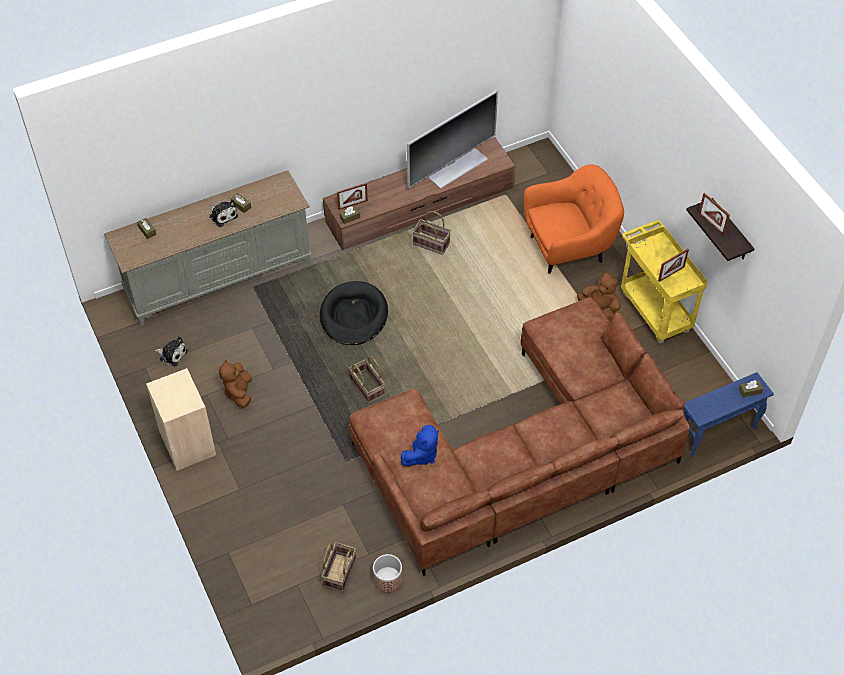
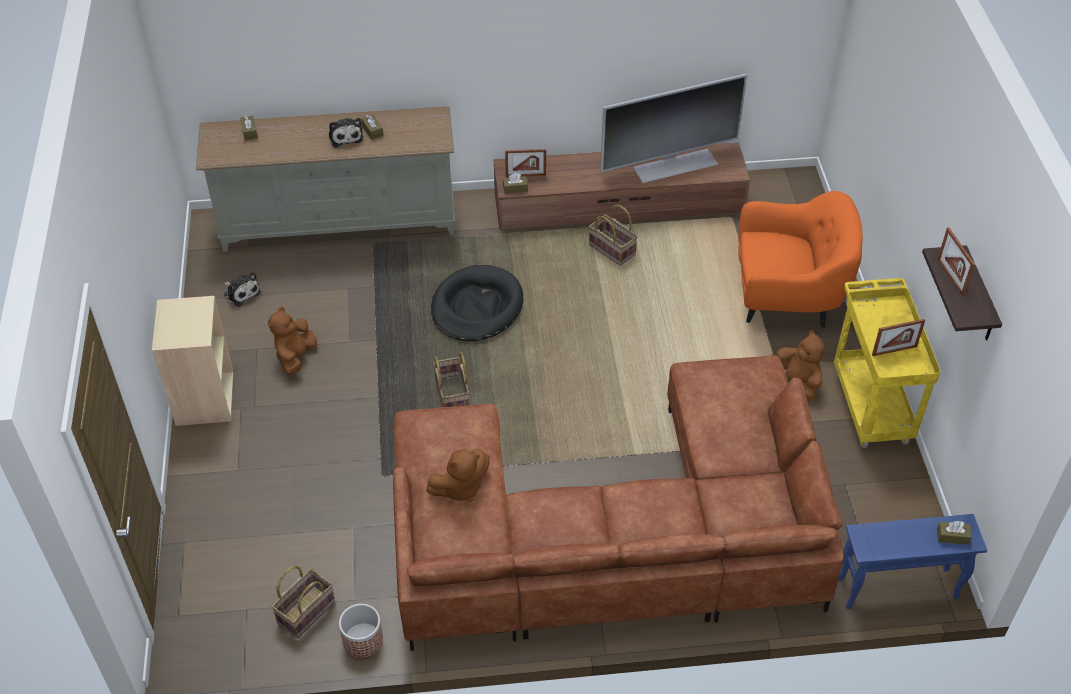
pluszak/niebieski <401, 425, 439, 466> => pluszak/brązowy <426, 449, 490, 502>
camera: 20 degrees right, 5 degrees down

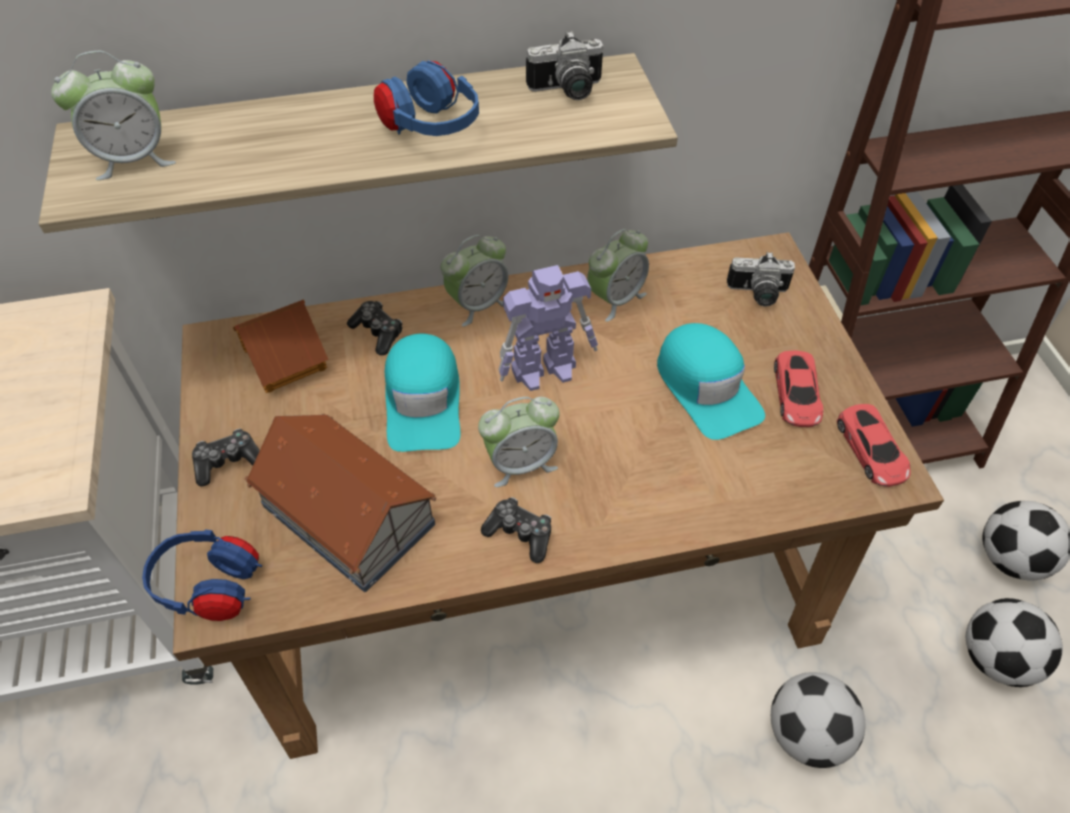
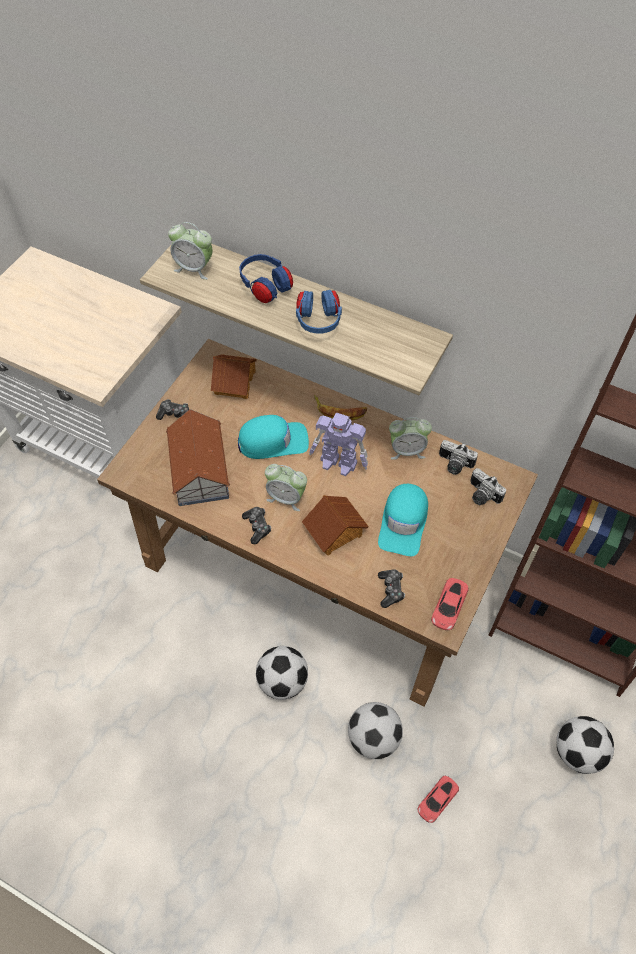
aparat fotograficzny <526, 31, 603, 100> => aparat fotograficzny <439, 440, 478, 475>, relocated
budzik <441, 235, 508, 327> => banan <314, 395, 367, 420>
pad do gier <347, 301, 402, 355> => pad do gier <378, 569, 405, 608>, relocated
czapka z daszkiem/turkusowy <385, 333, 461, 452> => czapka z daszkiem/turkusowy <238, 415, 309, 459>, 135 degrees counterclockwise
samochodzik/czerwony <774, 350, 823, 427> => samochodzik/czerwony <417, 775, 459, 823>, relocated
słuchawki/niebieski <142, 529, 262, 621> => słuchawki/niebieski <239, 254, 293, 303>, relocated
piłka futbolowa <966, 598, 1063, 687> => piłka futbolowa <256, 646, 308, 700>, relocated
nothing => domek <302, 495, 369, 555>
camera: 40 degrees right, 5 degrees up

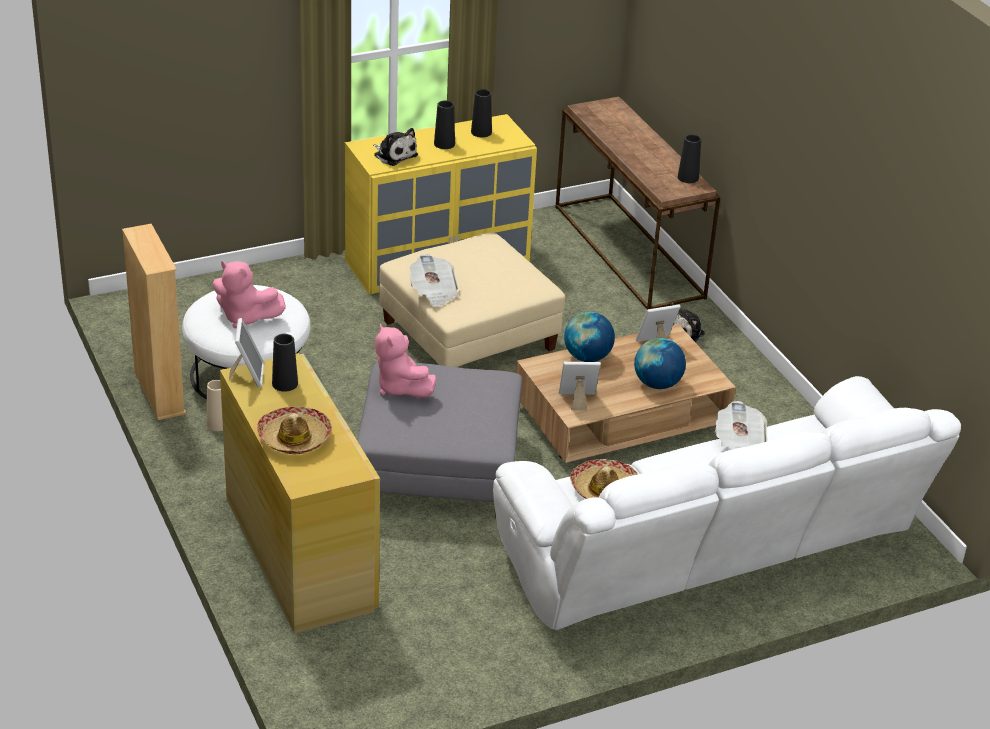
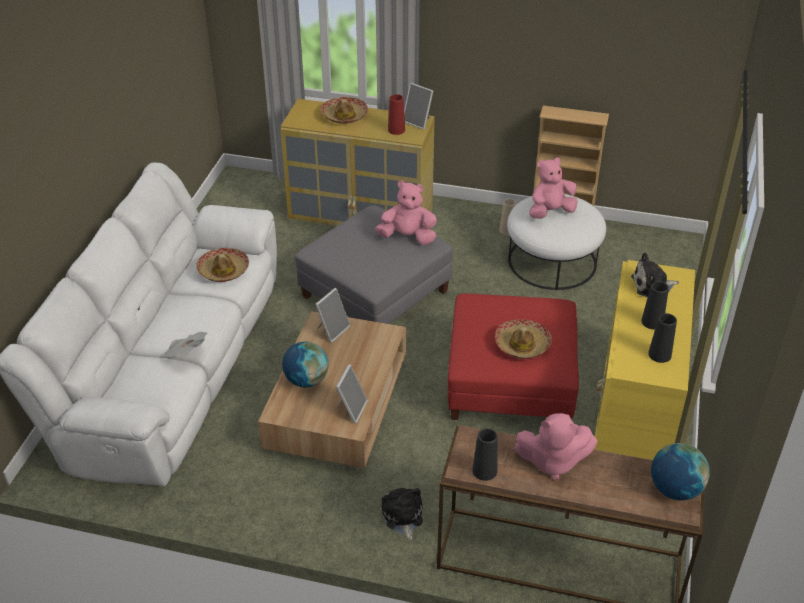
pufa/beżowy <379, 233, 566, 367> => pufa/czerwony <448, 293, 579, 420>
gazeta <410, 254, 459, 307> => nothing
globus <564, 312, 615, 362> => globus <651, 443, 710, 500>, relocated
wazon/czarny <272, 334, 298, 392> => wazon/czerwony <388, 94, 405, 135>
nothing => kapelusz <495, 319, 552, 359>
nothing => pluszak/różowy <514, 413, 597, 480>
camera: 130 degrees right, 5 degrees up

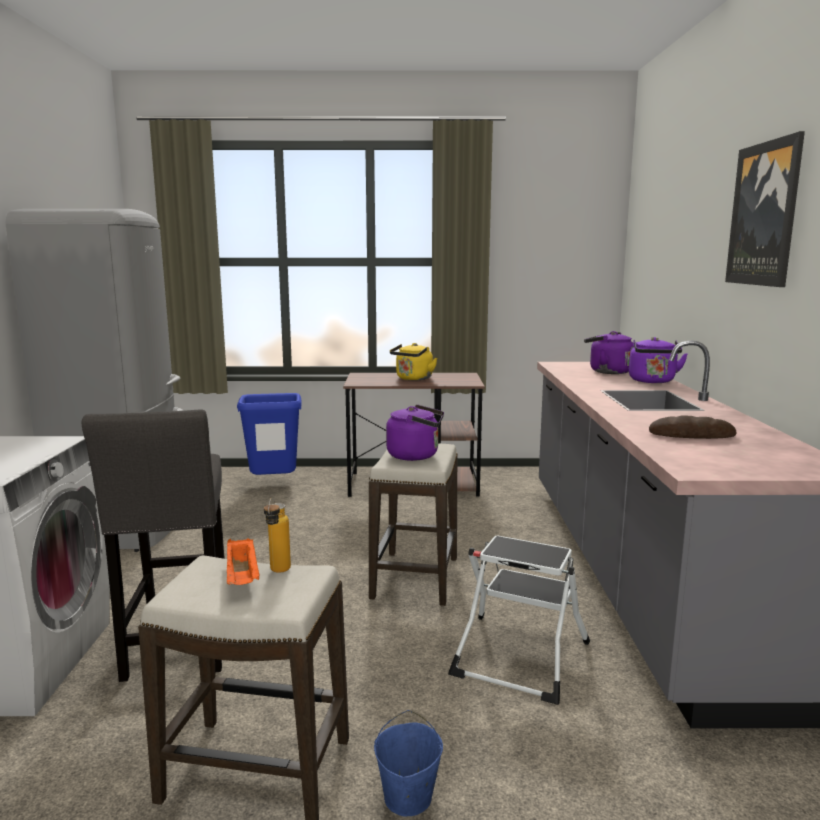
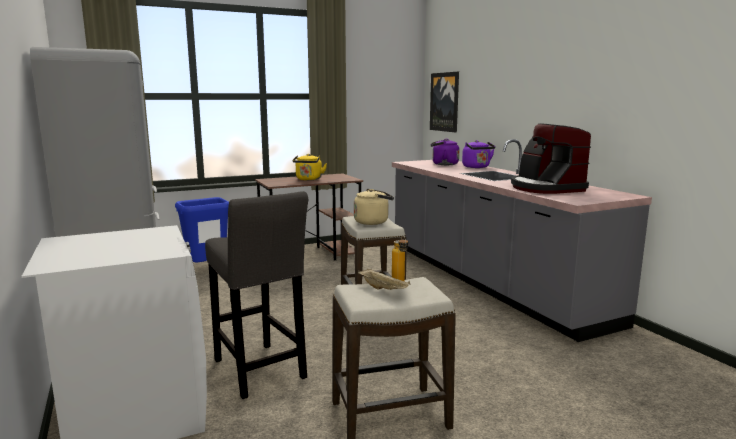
obraz <725, 131, 805, 287> => obraz <430, 72, 459, 133>, relocated
czajnik/fioletowy <386, 405, 444, 461> => czajnik/beżowy <354, 189, 394, 225>
chleb <649, 416, 737, 439> => ekspres do kawy <511, 123, 591, 194>
drabinka <448, 536, 590, 705> => nothing
taca/pomarańczowy <227, 538, 260, 585> => taca/beżowy <358, 269, 411, 290>
wiadro/niebieski <374, 710, 443, 817> => nothing
camera: 25 degrees left, 0 degrees up

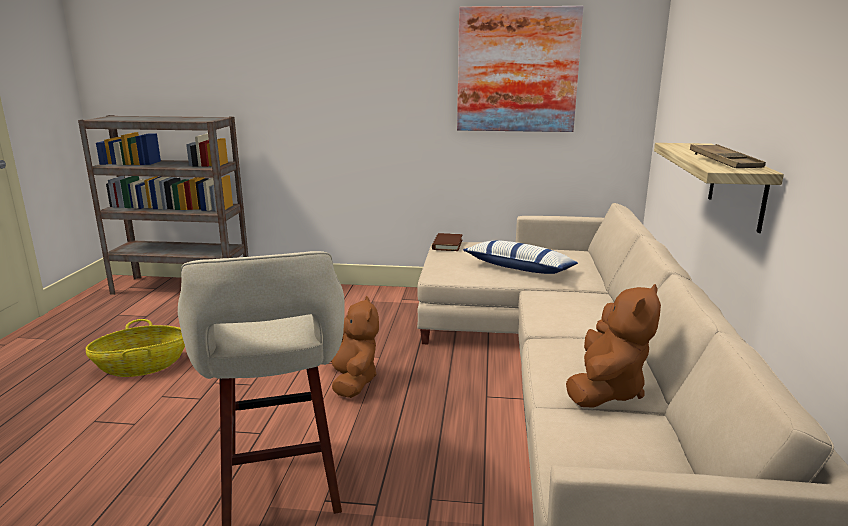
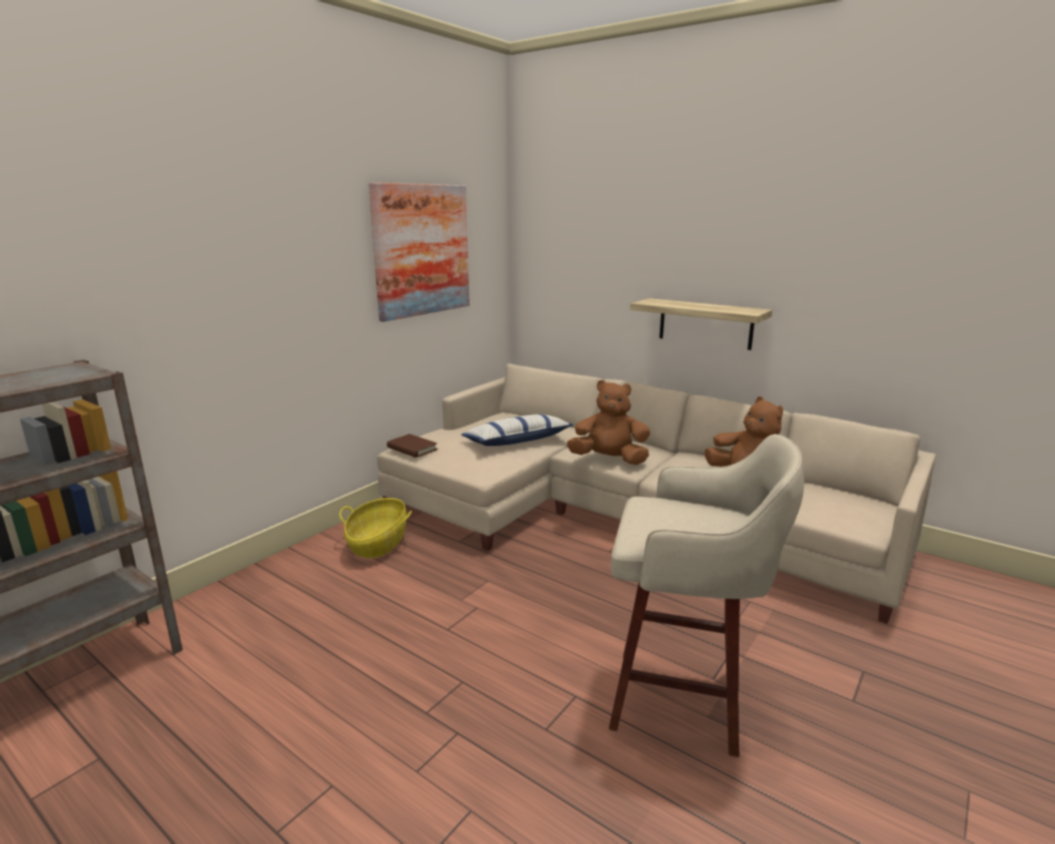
taca/brązowy <690, 144, 766, 168> => nothing
pluszak/brązowy <330, 296, 379, 398> => pluszak/brązowy <567, 380, 650, 465>, relocated
koszyk <85, 319, 185, 377> => koszyk <339, 498, 412, 558>, relocated
camera: 60 degrees left, 0 degrees up

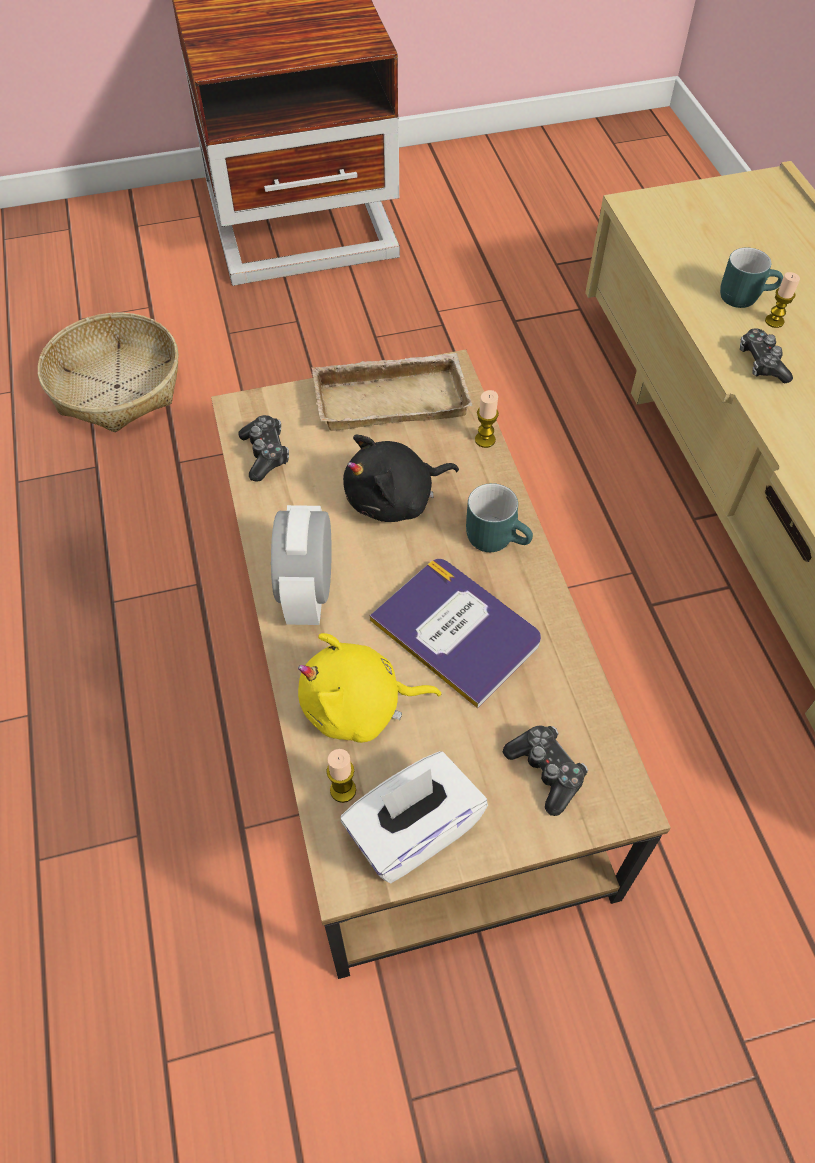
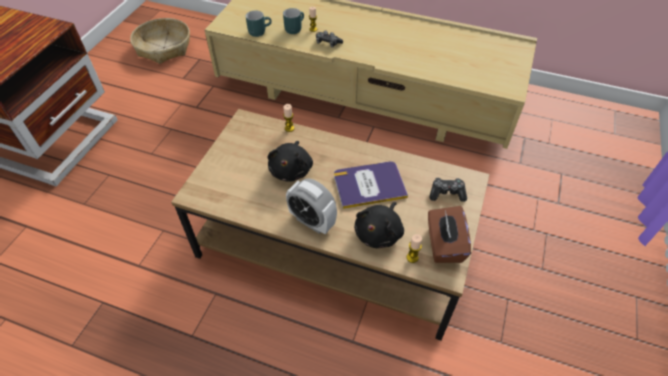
koszyk <38, 312, 179, 432> => koszyk <130, 18, 190, 64>, relocated
taca/beżowy <311, 353, 473, 431> => nothing
pad do gier <238, 415, 289, 481> => nothing
kubek/turkusowy <466, 483, 533, 552> => kubek/turkusowy <246, 11, 272, 37>, relocated
pluszak/żółty <298, 633, 441, 743> => pluszak/czarny <354, 202, 404, 248>
pudełko chusteczek/biały <341, 751, 488, 883> => pudełko chusteczek/brązowy <428, 206, 471, 263>
camera: 55 degrees left, 5 degrees down

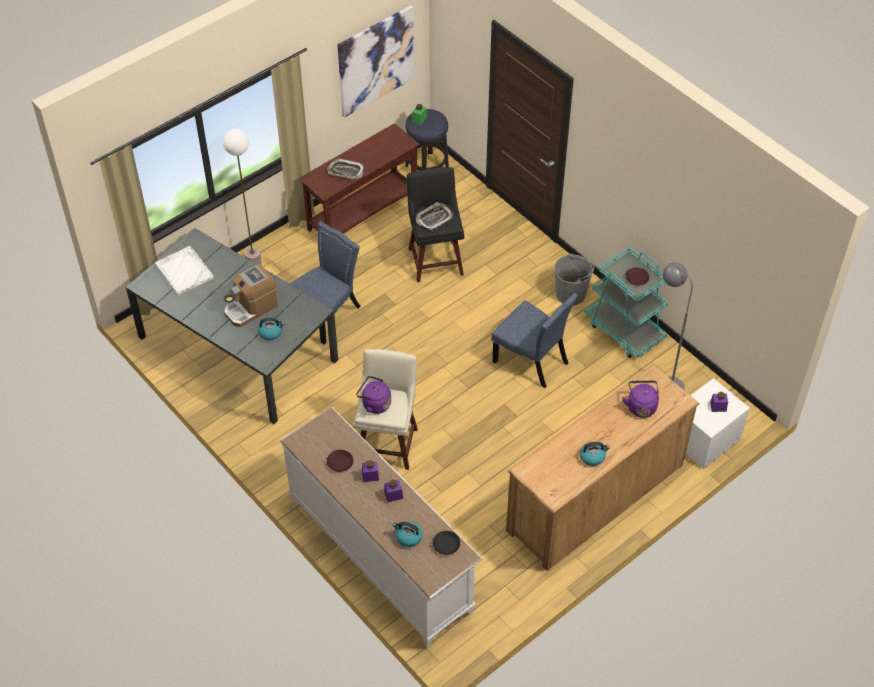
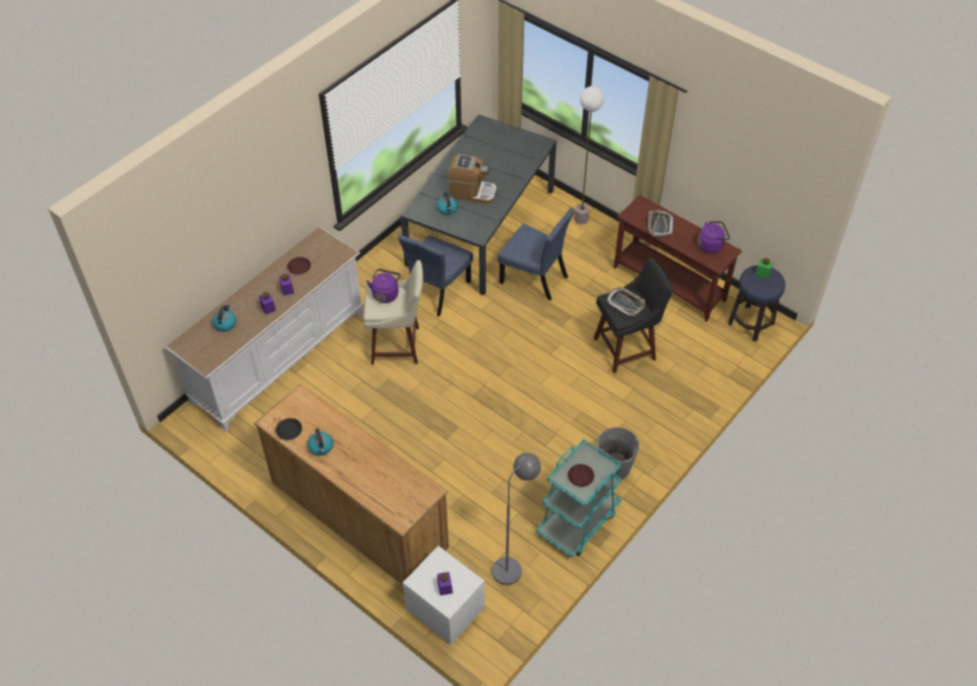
obraz <338, 5, 415, 118> => nothing
taca/biały <155, 246, 214, 295> => nothing
ekspres do kawy <224, 264, 278, 327> => ekspres do kawy <448, 154, 497, 204>, 150 degrees clockwise
krzesło/niebieski <491, 293, 578, 388> => krzesło/niebieski <398, 234, 473, 317>, relocated
czajnik/fioletowy <622, 381, 659, 418> => czajnik/fioletowy <698, 221, 730, 253>, relocated
talerz/czarny <432, 531, 460, 555> => talerz/czarny <276, 418, 302, 440>, relocated
camera: 80 degrees right, 0 degrees up

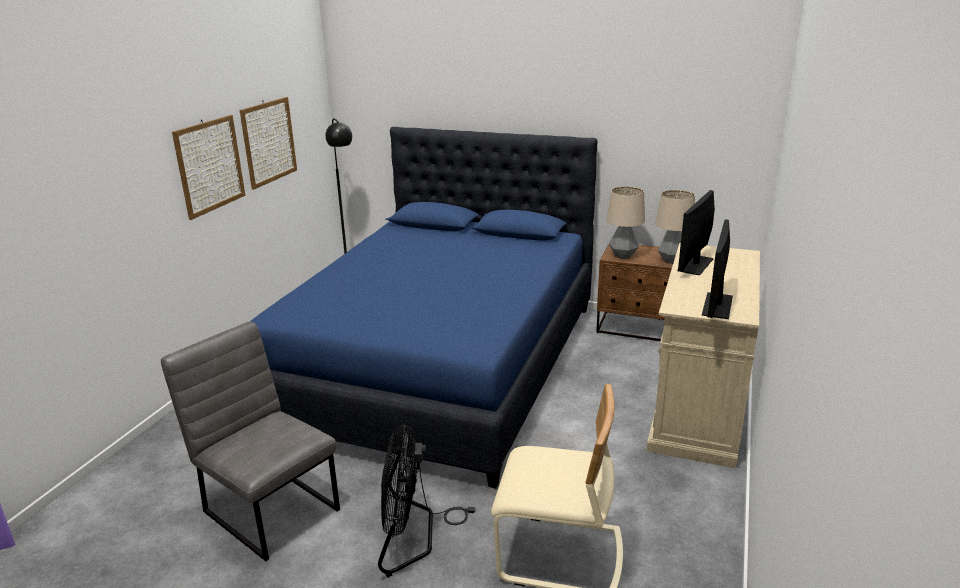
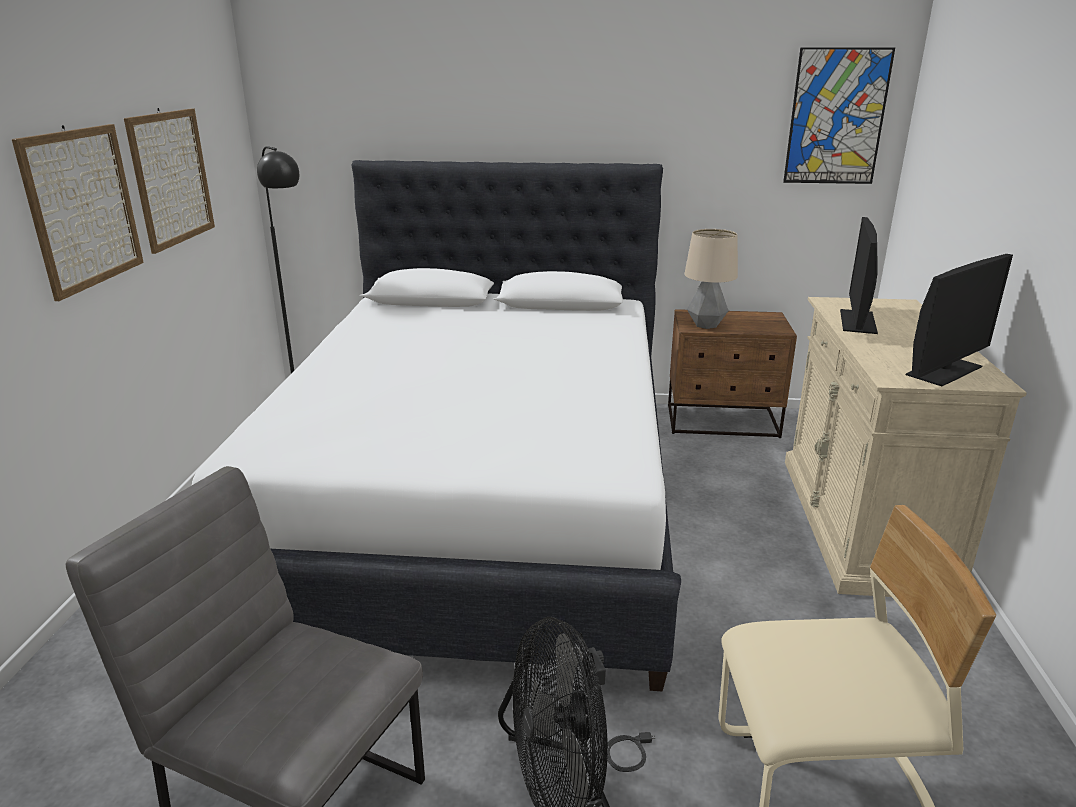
łóżko/niebieski <251, 127, 597, 489> => łóżko/biały <192, 160, 681, 691>
lampa stołowa <655, 190, 695, 264> => nothing
monitor <702, 219, 733, 319> => monitor <906, 254, 1013, 386>, 135 degrees counterclockwise
nothing => obraz <783, 48, 895, 184>
camera: 15 degrees left, 0 degrees up

